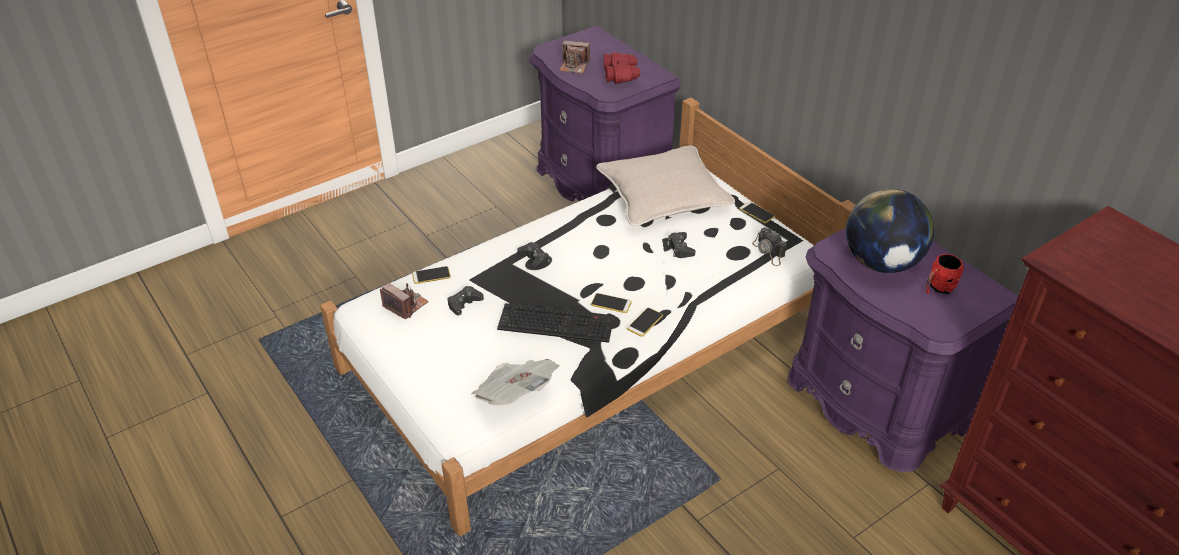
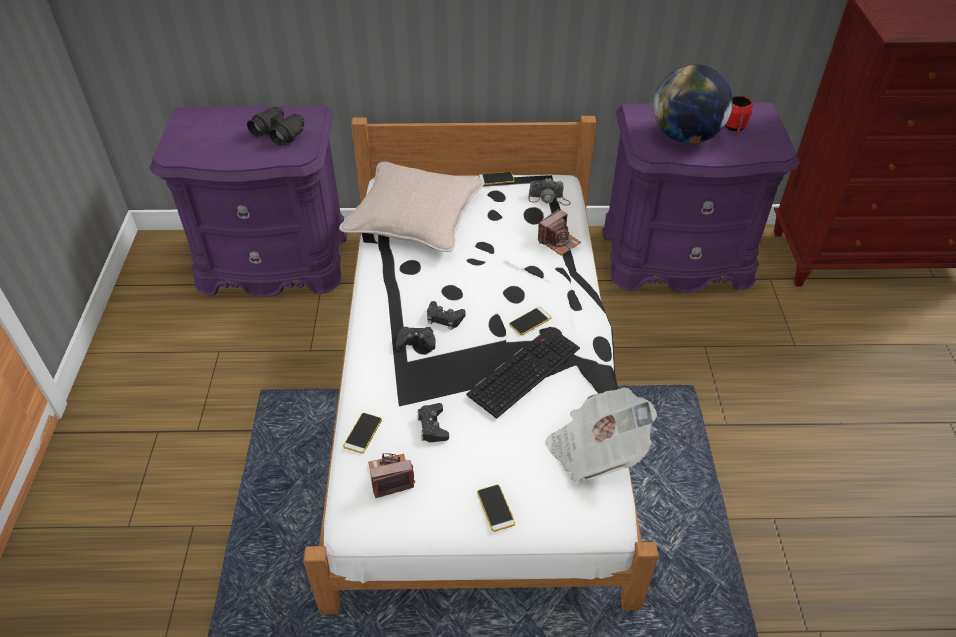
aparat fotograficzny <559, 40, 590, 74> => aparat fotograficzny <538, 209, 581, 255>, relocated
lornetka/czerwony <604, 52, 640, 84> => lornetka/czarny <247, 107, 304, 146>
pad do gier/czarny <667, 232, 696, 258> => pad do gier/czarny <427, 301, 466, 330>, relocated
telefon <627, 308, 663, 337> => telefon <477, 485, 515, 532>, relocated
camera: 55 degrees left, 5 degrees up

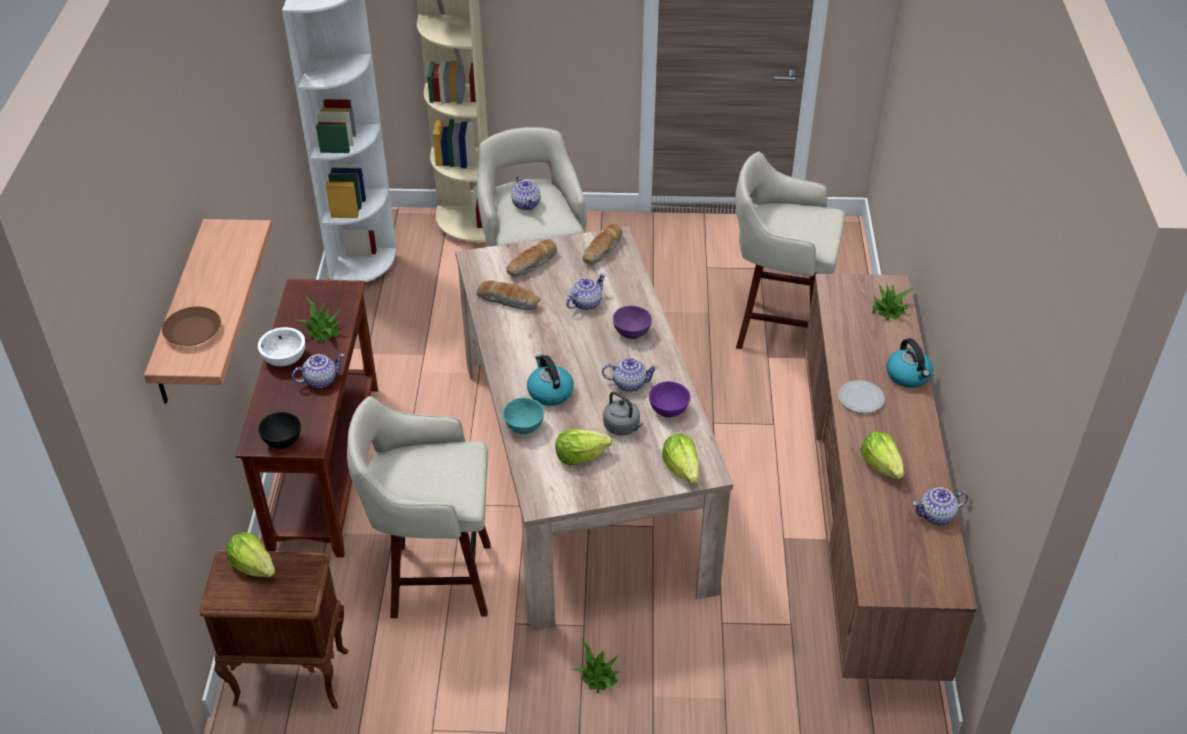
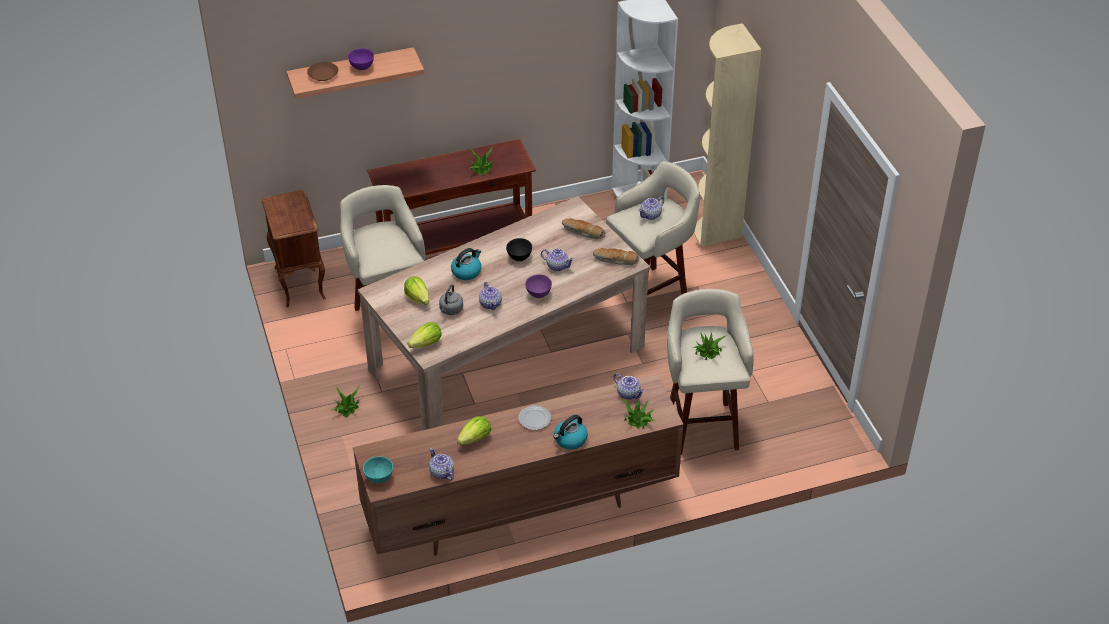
chleb <477, 281, 540, 310> => nothing
miska/biały <258, 327, 305, 366> => nothing
imbryk <292, 354, 344, 388> => imbryk <614, 373, 644, 400>, relocated
miska/fioletowy <649, 381, 690, 418> => miska/fioletowy <348, 48, 374, 70>, relocated
miska/turkusowy <503, 397, 544, 434> => miska/turkusowy <363, 456, 393, 483>, relocated
miska/czarny <258, 412, 301, 449> => miska/czarny <506, 238, 532, 261>, relocated
sałata <226, 532, 275, 577> => nothing
nothing => roślina doniczkowa <693, 332, 727, 360>
camera: 70 degrees right, 0 degrees up

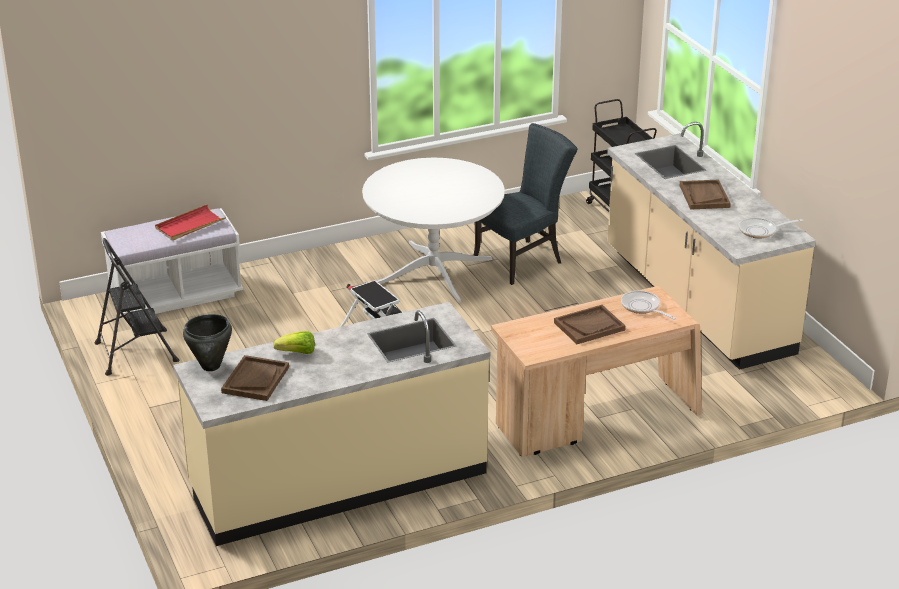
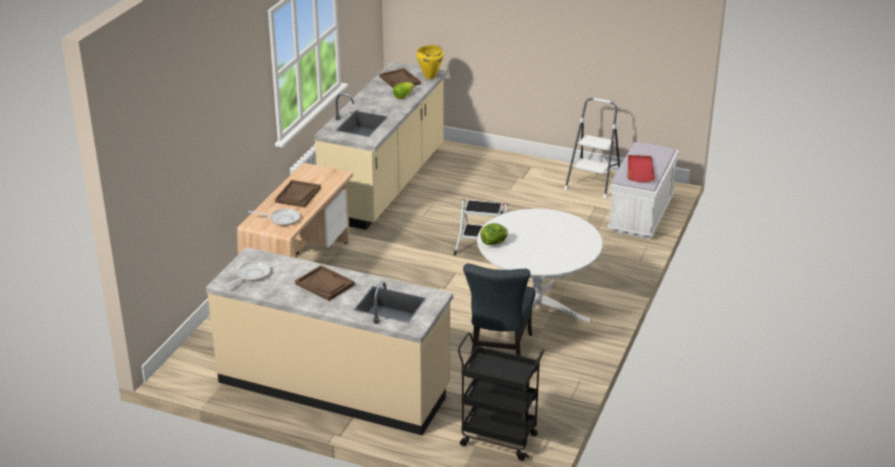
drabinka/czarny <95, 238, 179, 376> => drabinka/biały <564, 98, 620, 199>
garnek/czarny <183, 314, 232, 371> => garnek/żółty <416, 45, 444, 79>
nothing => sałata <480, 223, 508, 245>
camera: 135 degrees right, 0 degrees up

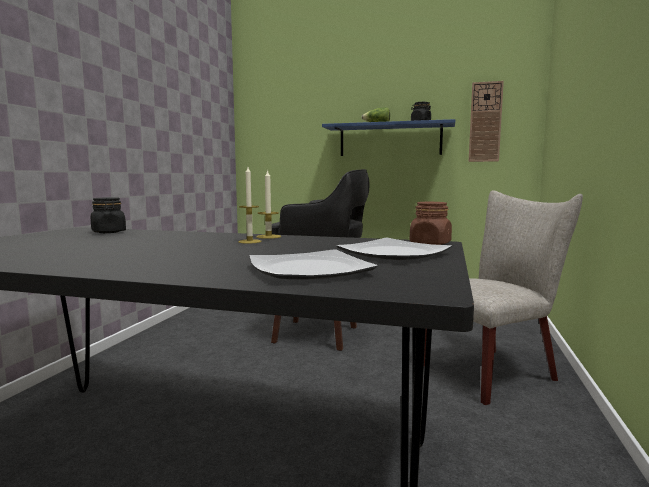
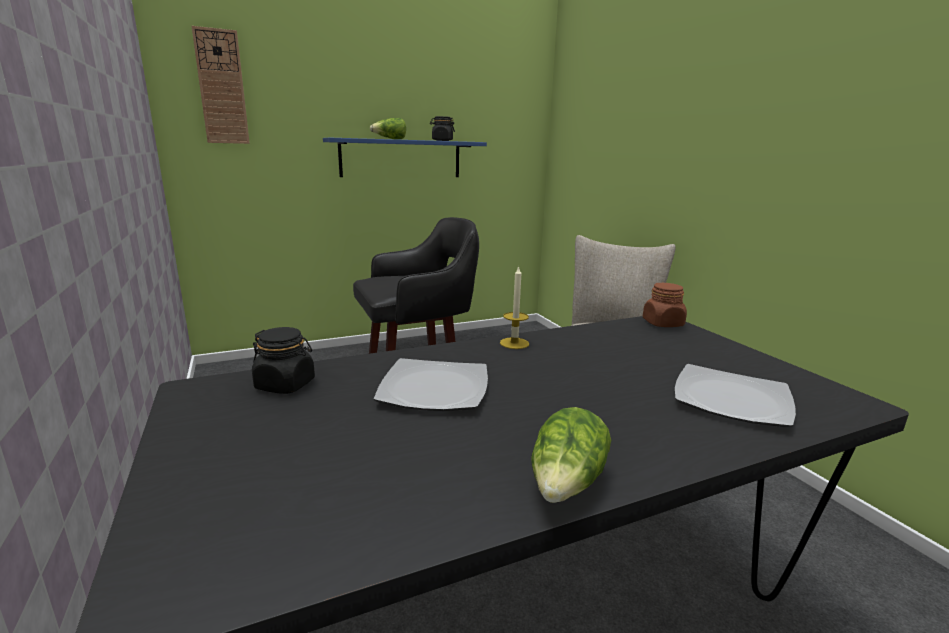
zegar ścienny <469, 81, 504, 162> => zegar ścienny <192, 26, 250, 144>, relocated
świeca <238, 167, 261, 244> => nothing
talerz <337, 238, 452, 260> => talerz <374, 358, 488, 411>, relocated
nothing => sałata <531, 407, 611, 503>
camera: 40 degrees left, 10 degrees up

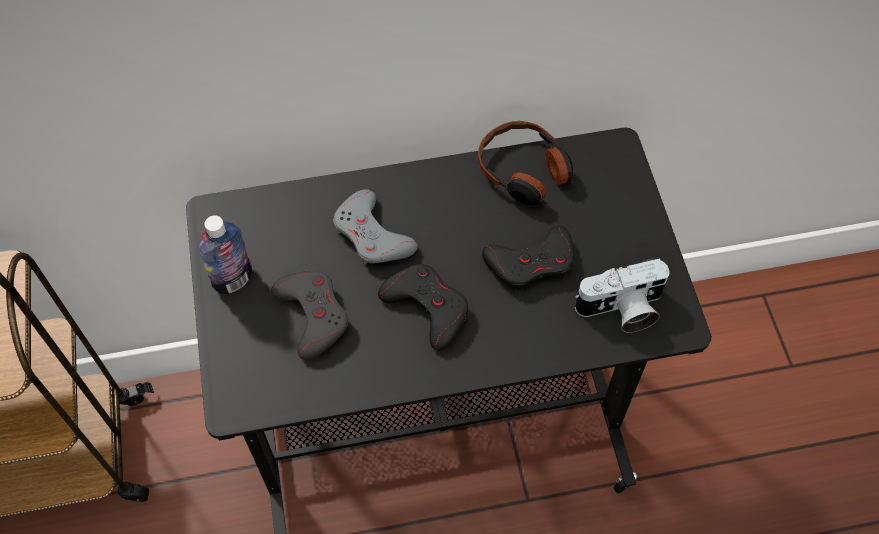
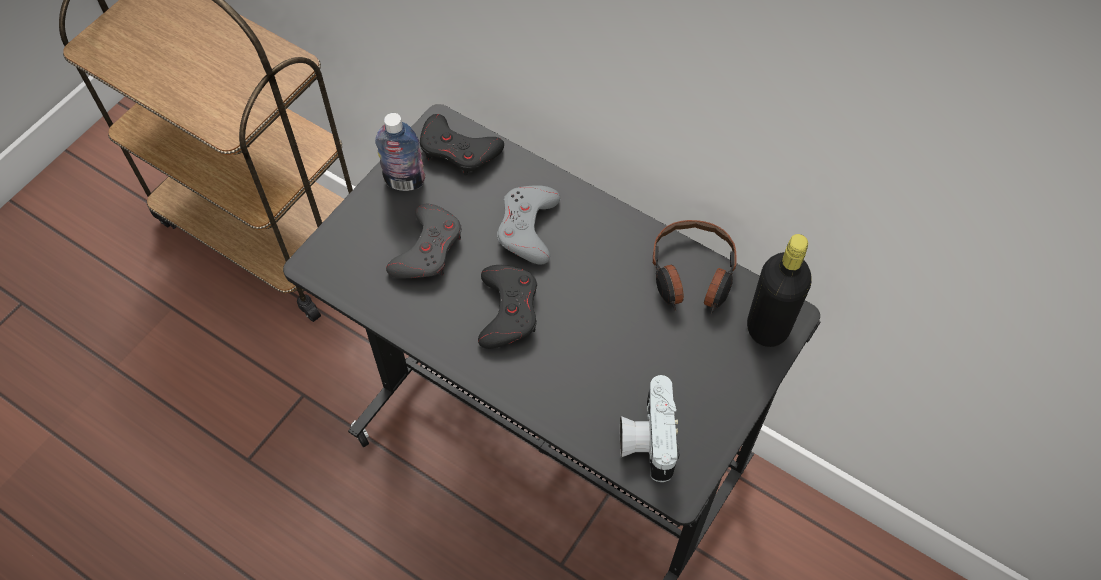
pad do gier/czarny <482, 225, 574, 292> => pad do gier/czarny <420, 114, 504, 176>, relocated
aparat fotograficzny <574, 258, 669, 333> => aparat fotograficzny <620, 375, 680, 482>, 60 degrees clockwise
nothing => butelka/czarny <747, 234, 812, 347>
camera: 45 degrees right, 0 degrees up

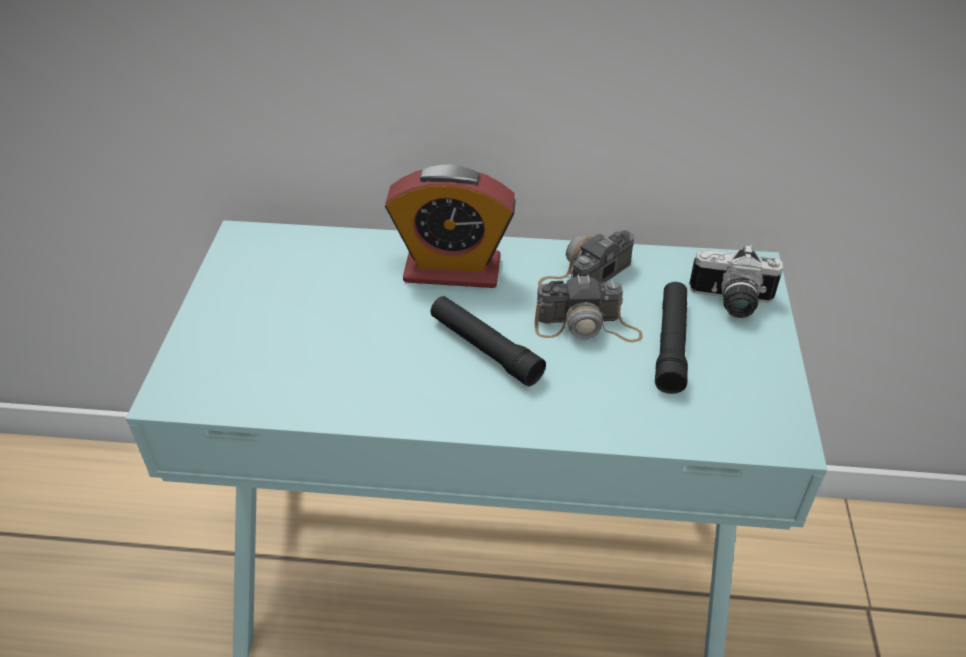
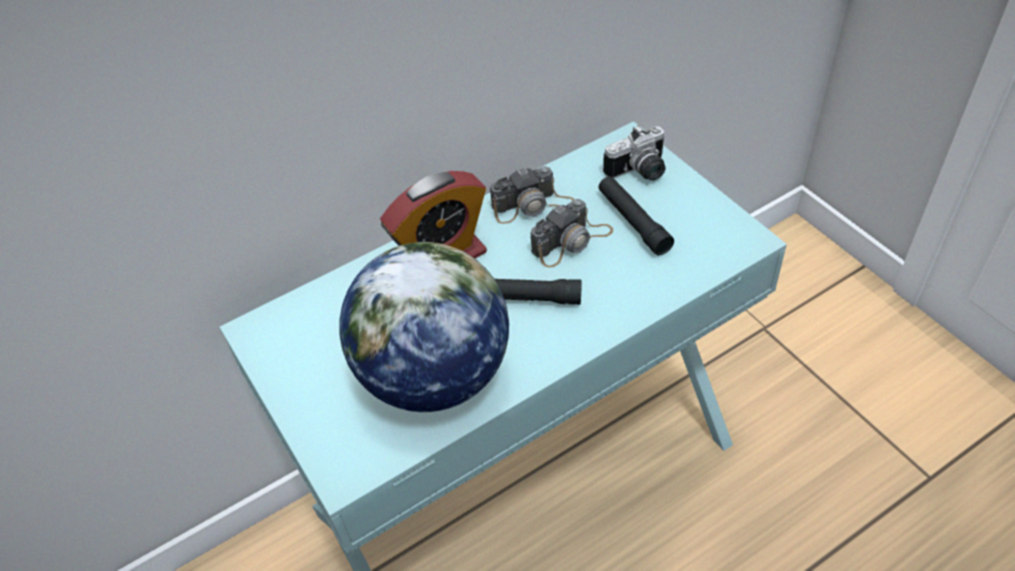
aparat fotograficzny <538, 230, 634, 286> => aparat fotograficzny <490, 166, 575, 224>, 120 degrees counterclockwise
nothing => globus <339, 242, 509, 412>
camera: 35 degrees left, 5 degrees up

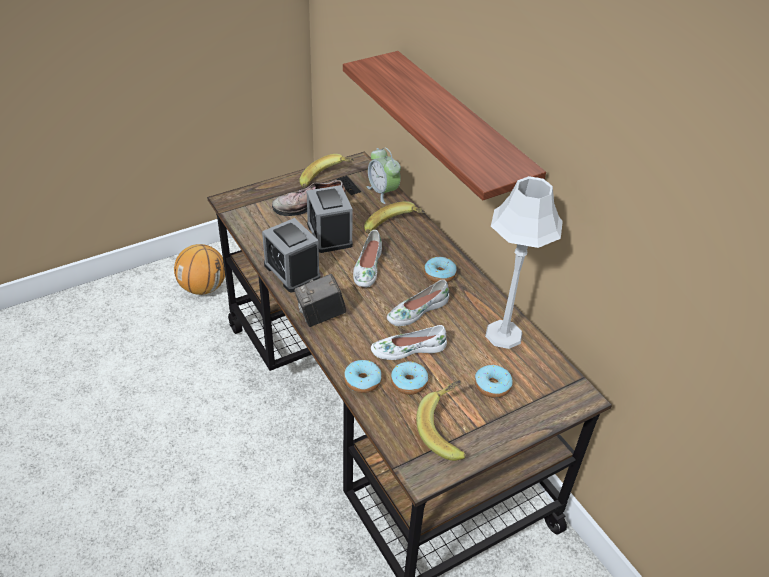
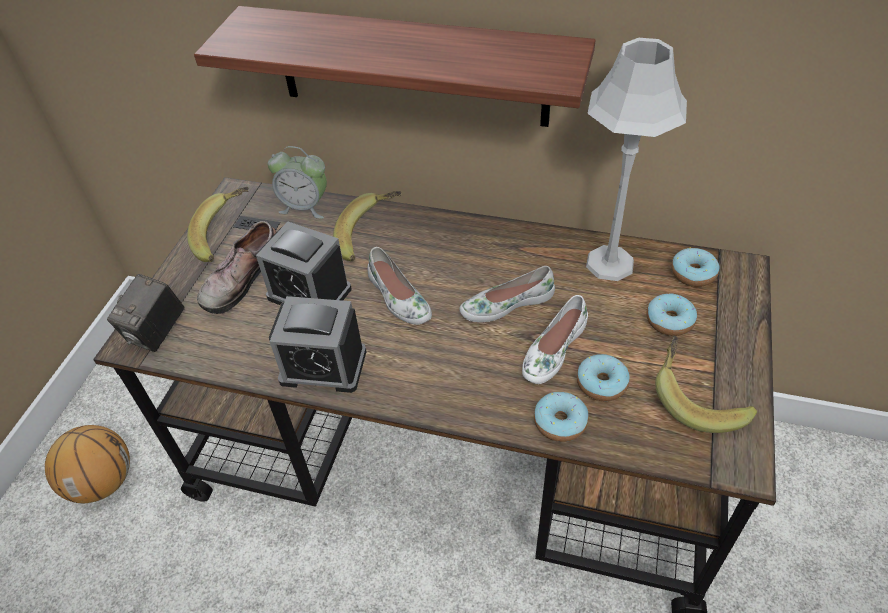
donut <424, 257, 457, 283> => donut <671, 248, 720, 287>, relocated
aparat fotograficzny <294, 274, 346, 327> => aparat fotograficzny <107, 274, 184, 352>, relocated
but/biały <387, 279, 449, 326> => but/biały <459, 266, 555, 322>, 60 degrees clockwise
camera: 40 degrees left, 5 degrees up

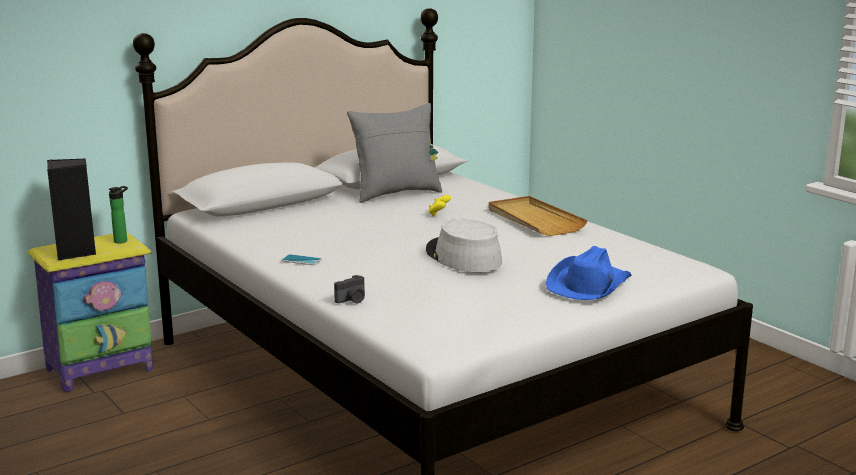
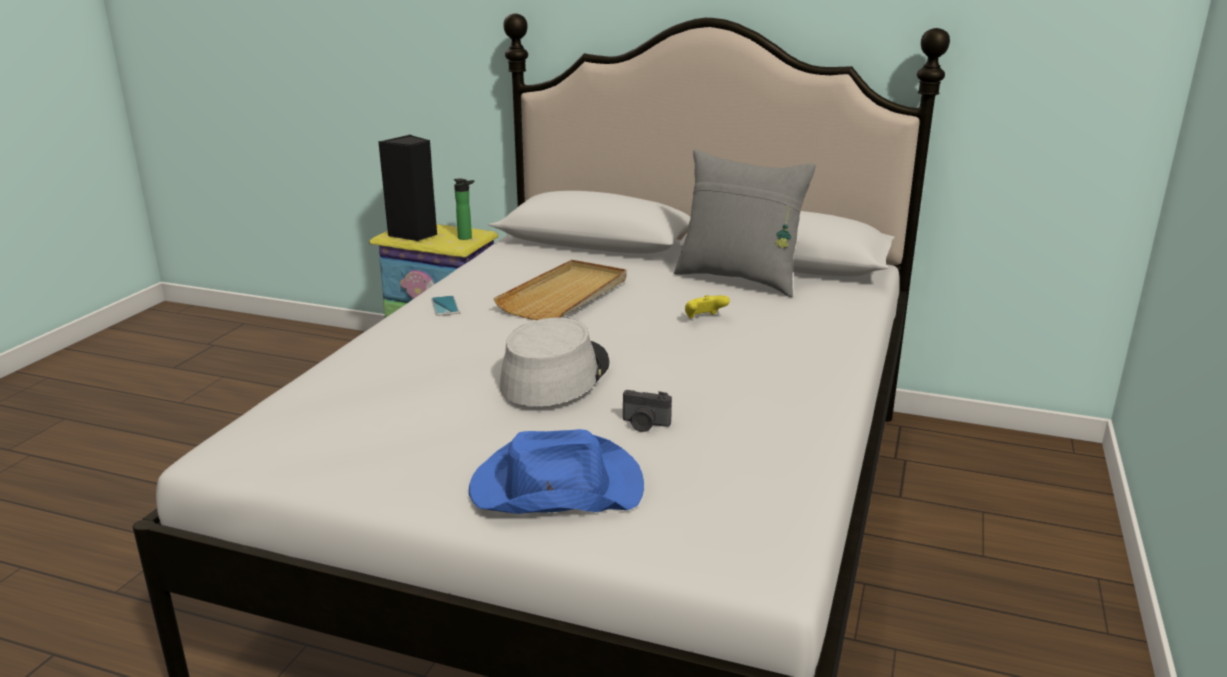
taca/beżowy <489, 196, 588, 236> => taca/beżowy <493, 260, 627, 320>, relocated
aparat fotograficzny <334, 275, 365, 303> => aparat fotograficzny <623, 390, 672, 432>, relocated
camera: 55 degrees right, 5 degrees up

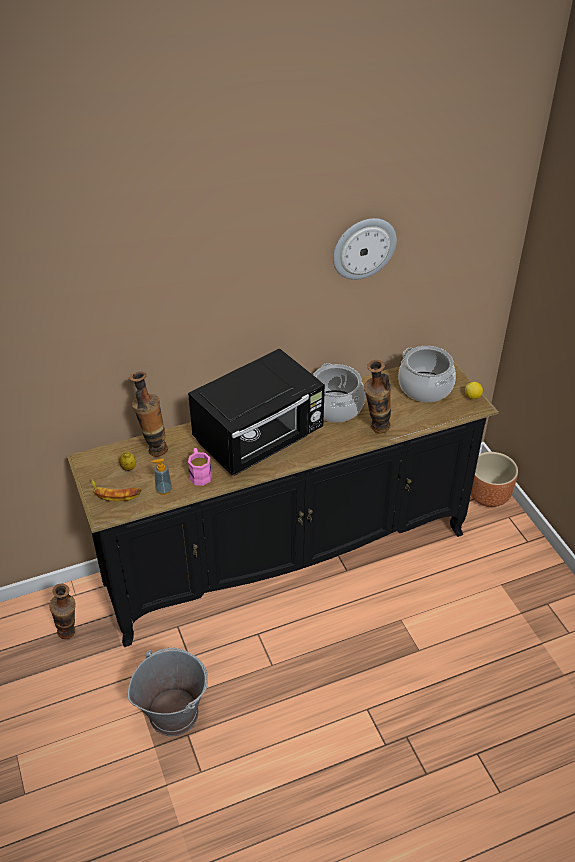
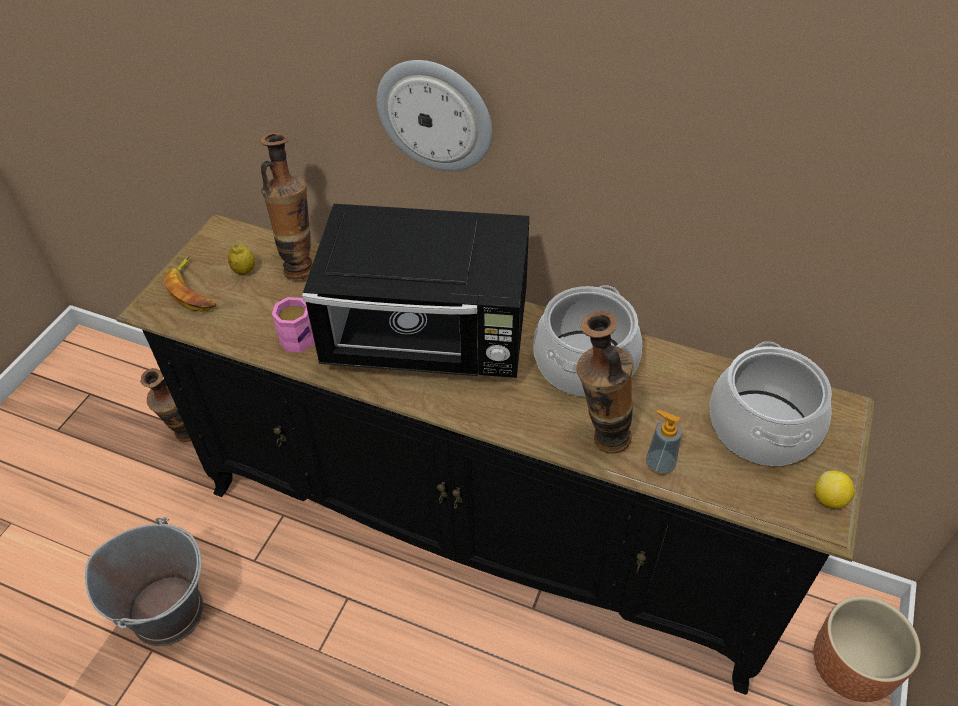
zegar ścienny <333, 218, 397, 280> => zegar ścienny <376, 60, 492, 171>, relocated
dozownik mydła <151, 458, 172, 495> => dozownik mydła <646, 410, 682, 475>, relocated
camera: 45 degrees right, 5 degrees up

